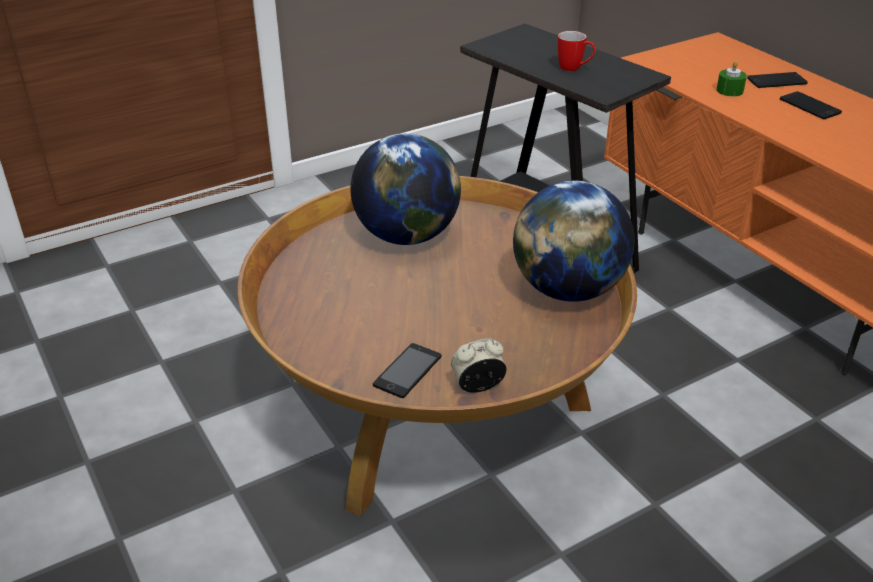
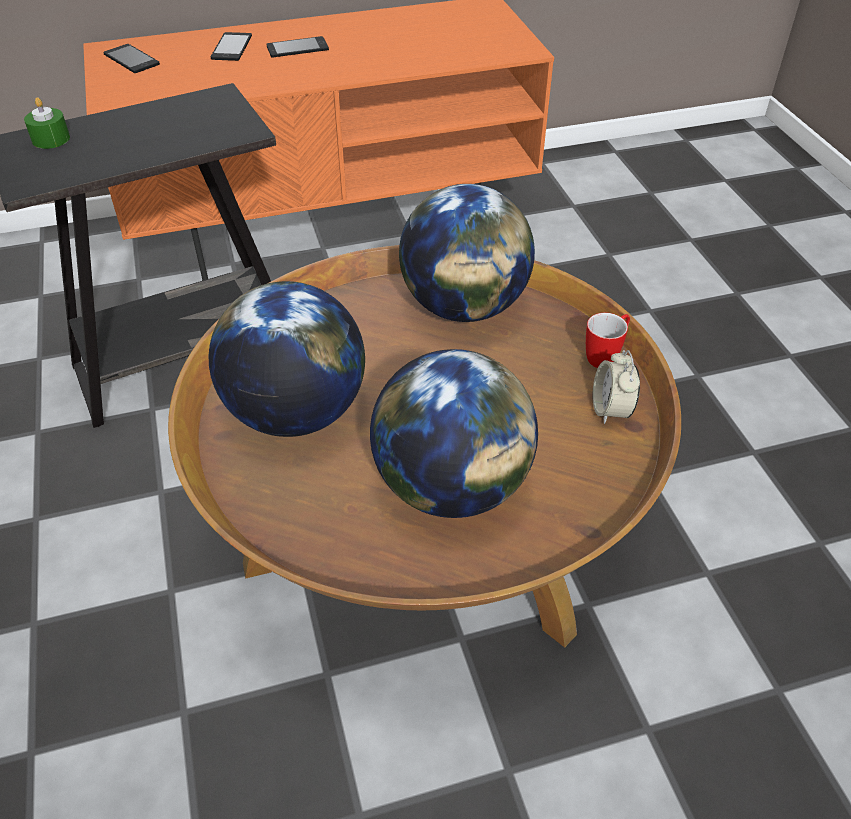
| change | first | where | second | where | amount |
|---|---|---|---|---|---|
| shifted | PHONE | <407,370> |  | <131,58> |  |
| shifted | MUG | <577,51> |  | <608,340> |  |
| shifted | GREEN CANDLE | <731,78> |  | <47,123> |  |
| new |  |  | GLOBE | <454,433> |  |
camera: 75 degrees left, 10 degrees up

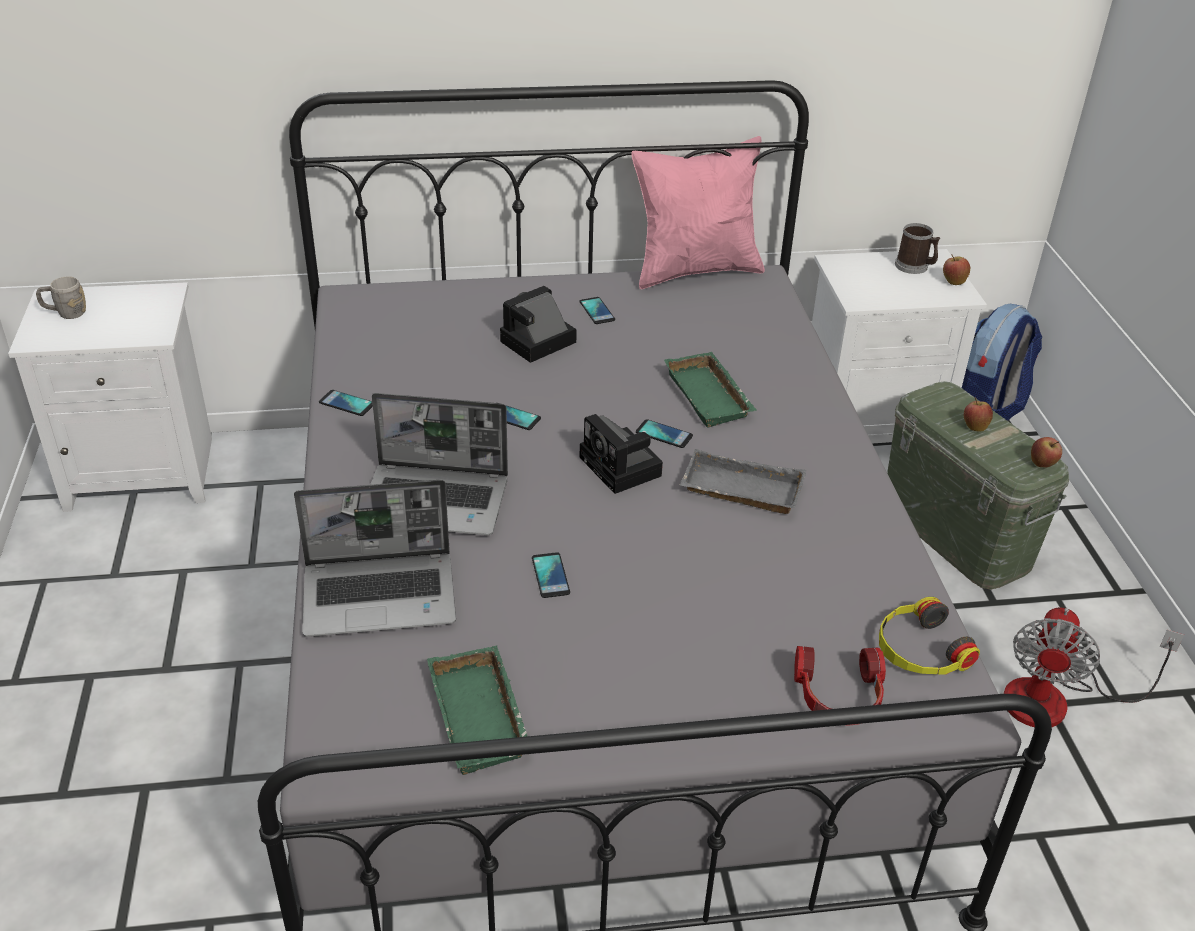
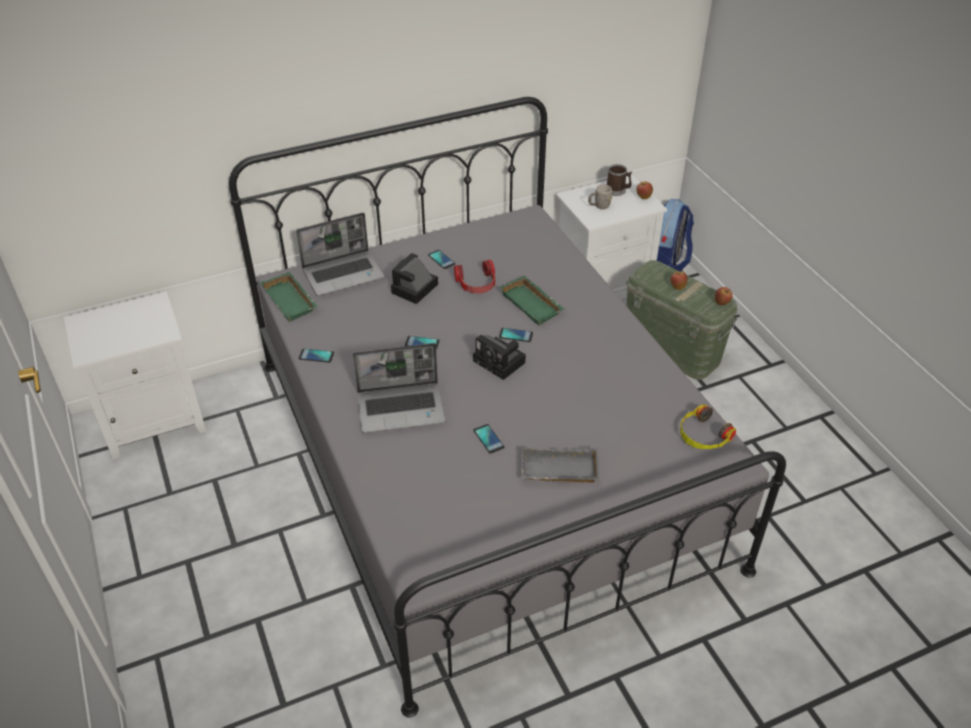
| change | first | where | second | where | amount |
|---|---|---|---|---|---|
| shifted | GREY MUG | <61,297> |  | <600,196> |  |
| shifted | LAPTOP | <375,558> |  | <340,254> |  |
| shifted | GREEN TRAY | <477,710> |  | <289,297> |  |
| gone | PINK PILLOW | <698,212> |  |  |  |
| shifted | GREY TRAY | <743,481> |  | <560,465> |  |
| shifted | HEADPHONES | <840,686> |  | <474,276> |  |
| gone | FAN | <1093,667> |  |  |  |
camera: 15 degrees left, 5 degrees up

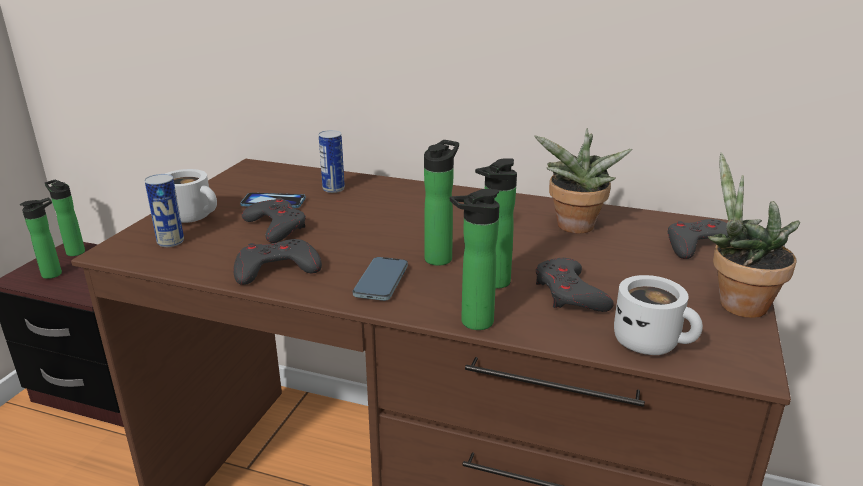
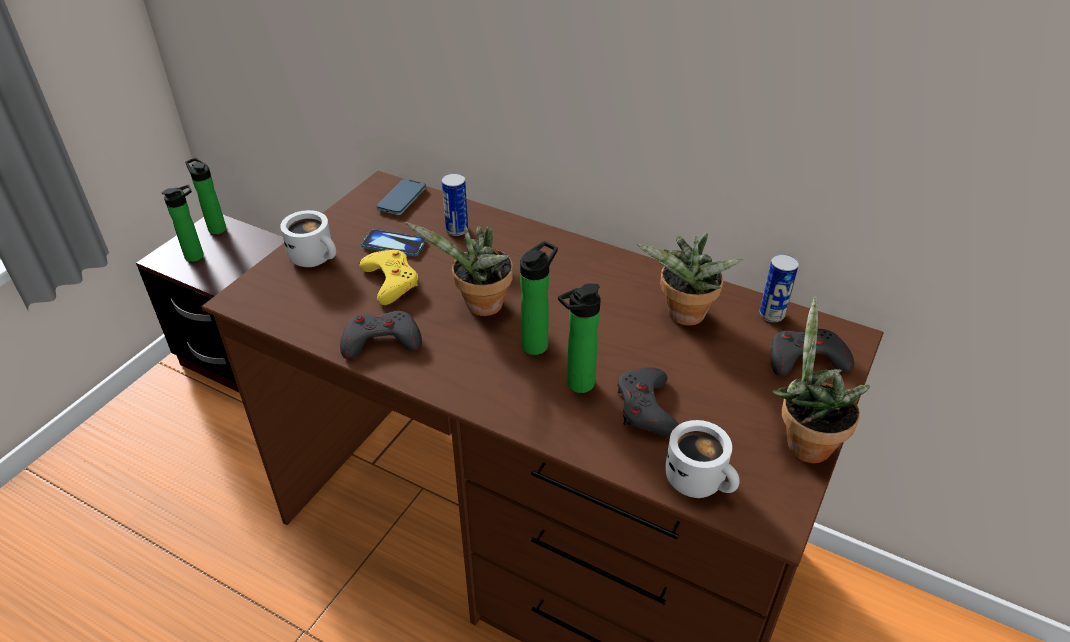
| change | first | where | second | where | amount |
|---|---|---|---|---|---|
| shifted | CAN | <164,210> |  | <779,288> |  |
| repainted | GREY GAME CONTROLLER | <274,220> | YELLOW GAME CONTROLLER | <388,277> |  |
| shifted | PHONE | <380,279> |  | <401,197> |  |
| gone | BOTTLE | <474,259> |  |  |  |
| new |  |  | POTTED PLANT | <459,269> |  |
camera: 10 degrees right, 15 degrees up

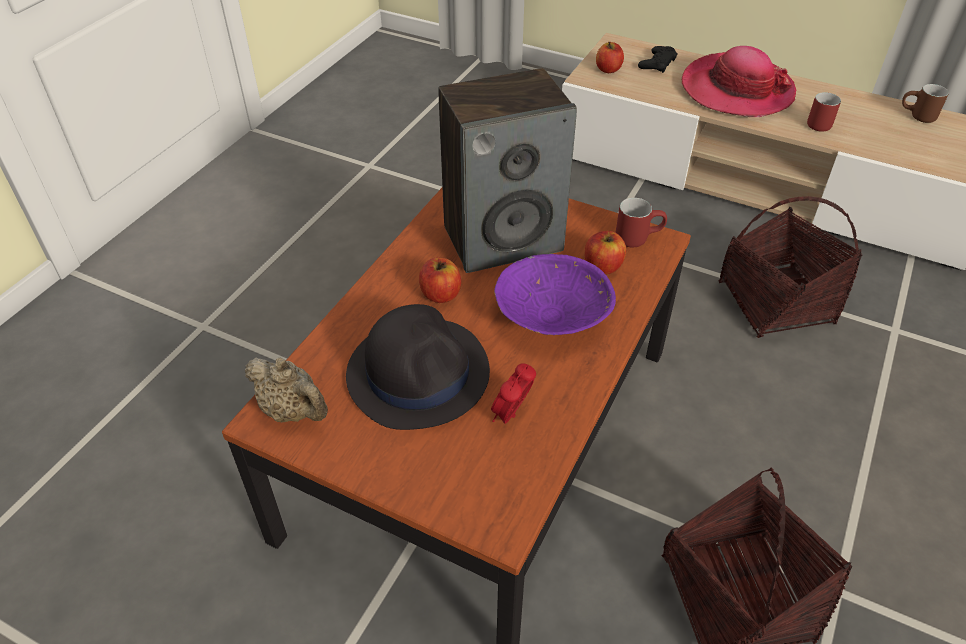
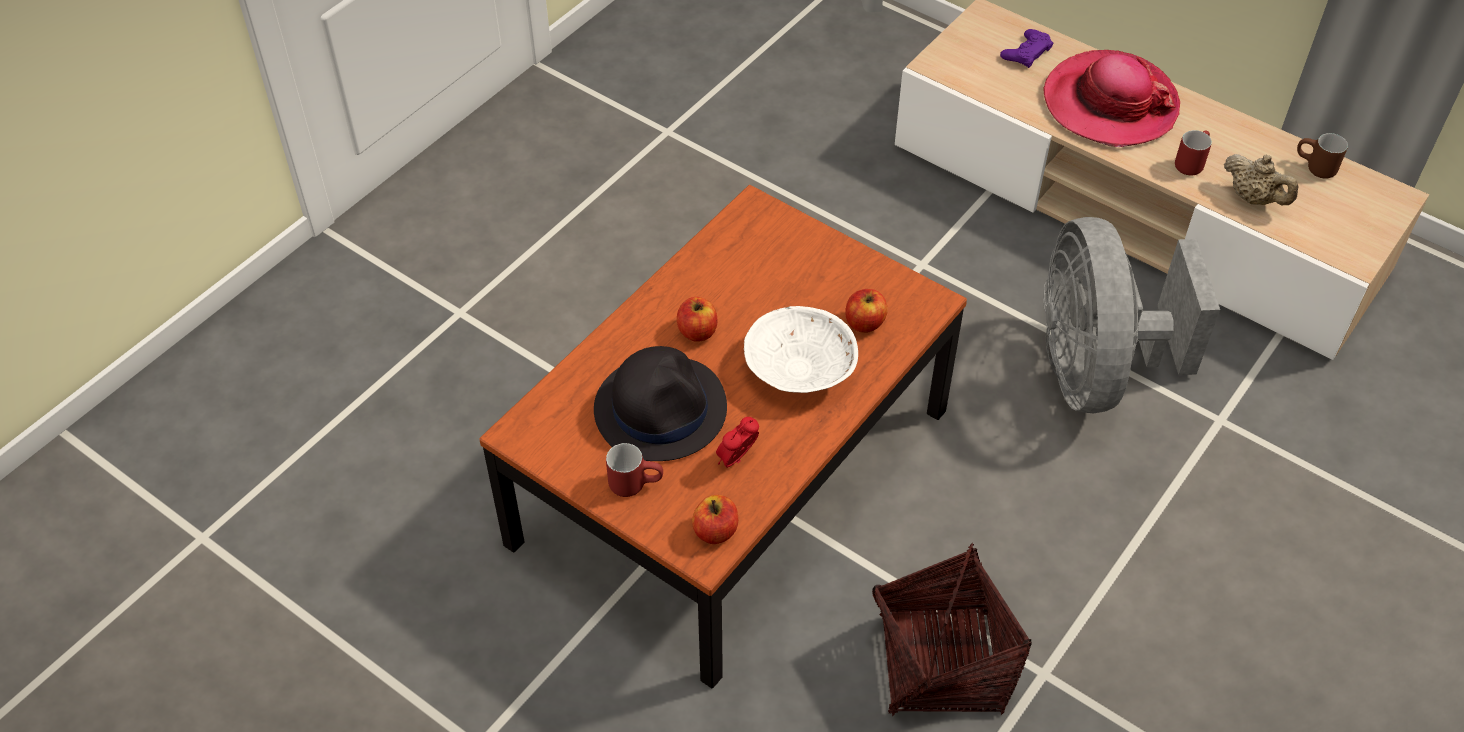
| change | first | where | second | where | amount |
|---|---|---|---|---|---|
| shifted | BEIGE TEAPOT | <286,389> |  | <1261,179> |  |
| gone | SPEAKER | <507,170> |  |  |  |
| repainted | PURPLE BOWL | <555,294> | WHITE BOWL | <801,349> |  |
| shifted | APPLE | <610,57> |  | <715,519> |  |
| shifted | RED MUG | <641,223> |  | <634,470> |  |
| repainted | BLACK GAME CONTROLLER | <658,59> | PURPLE GAME CONTROLLER | <1027,48> |  |
| swapped | BASKET | <791,267> | GREY FAN | <1131,315> |  |
camera: 10 degrees right, 5 degrees up

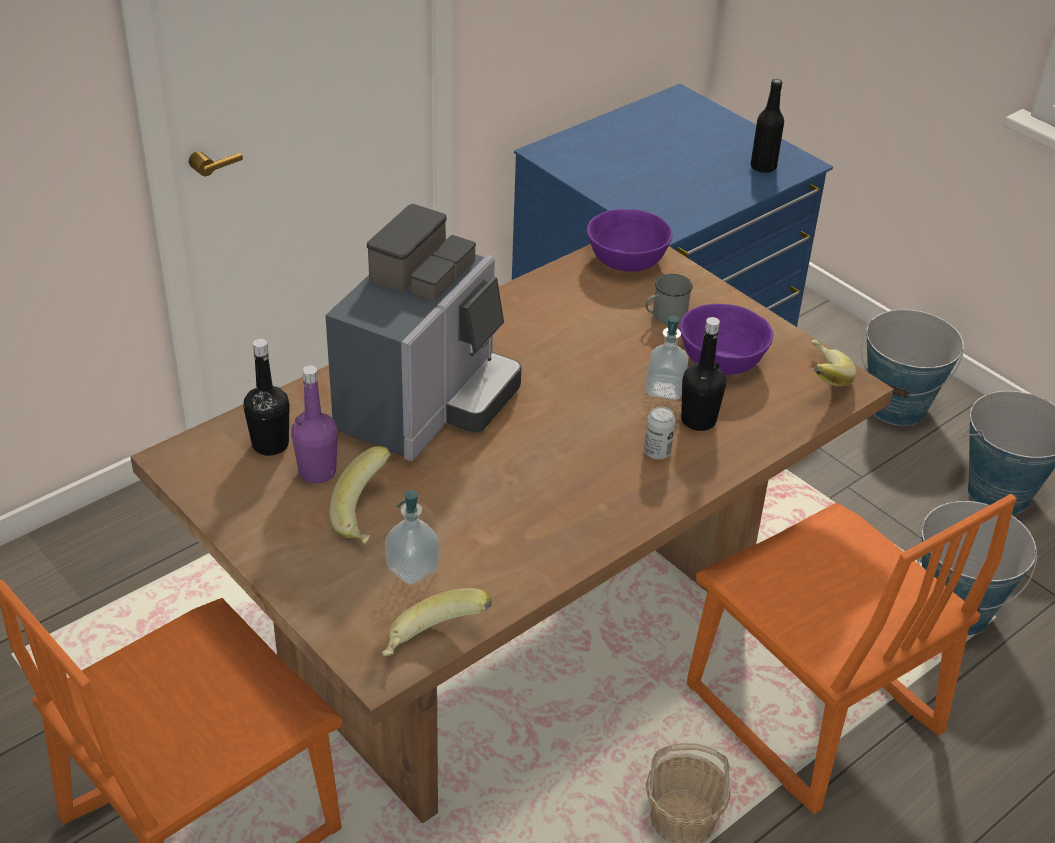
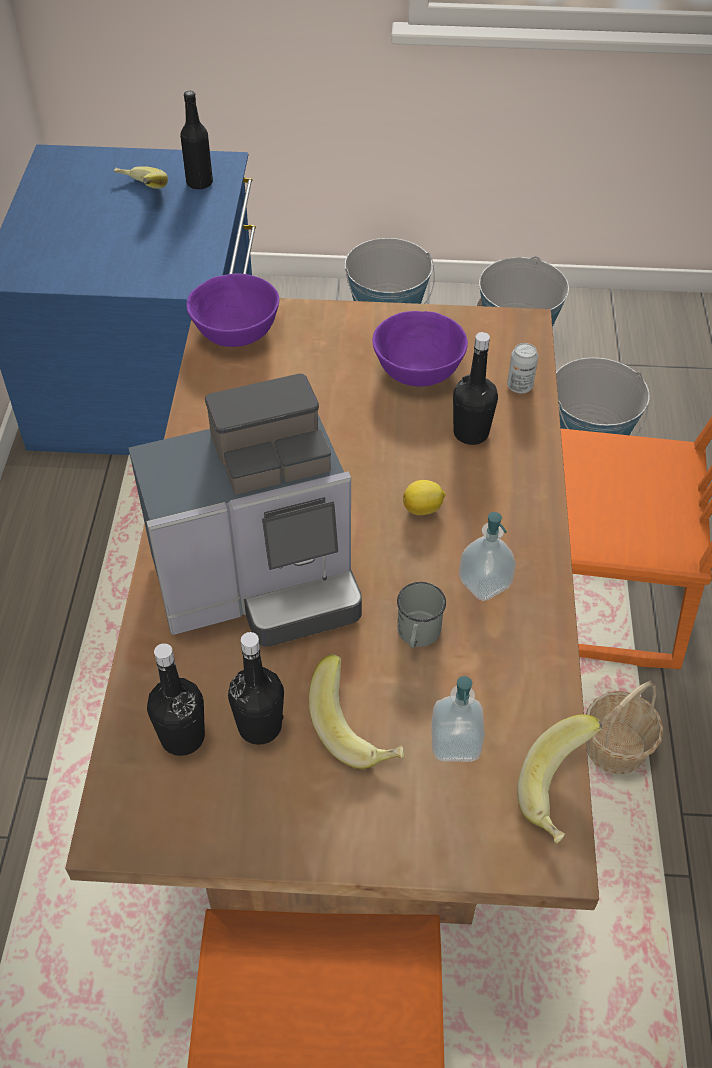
| change | first | where | second | where | amount |
|---|---|---|---|---|---|
| repainted | PURPLE BOTTLE | <314,424> | BLACK BOTTLE | <256,688> |  |
| rotated | COFFEE MACHINE | <423,332> |  | <245,510> | 90 degrees clockwise |
| shifted | CAN | <660,433> |  | <522,368> |  |
| shifted | GREY MUG | <669,299> |  | <421,615> |  |
| shifted | SOAP DISPENSER | <667,357> |  | <487,556> |  |
| shifted | BANANA | <833,362> |  | <141,177> |  |
| new |  |  | LEMON | <424,497> |  |
camera: 45 degrees left, 10 degrees up

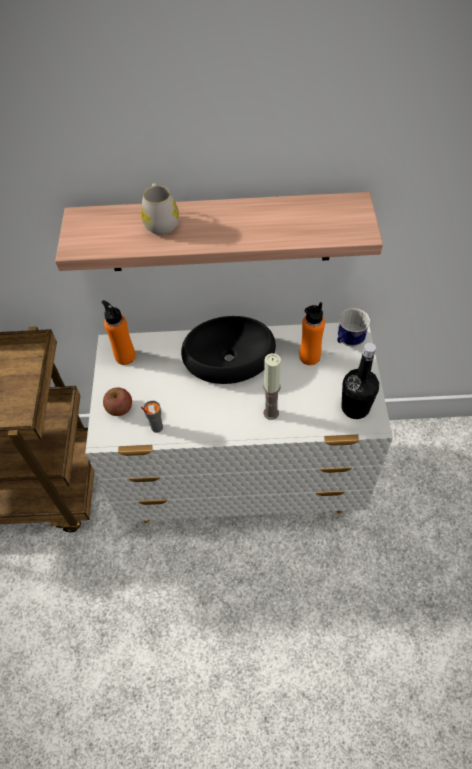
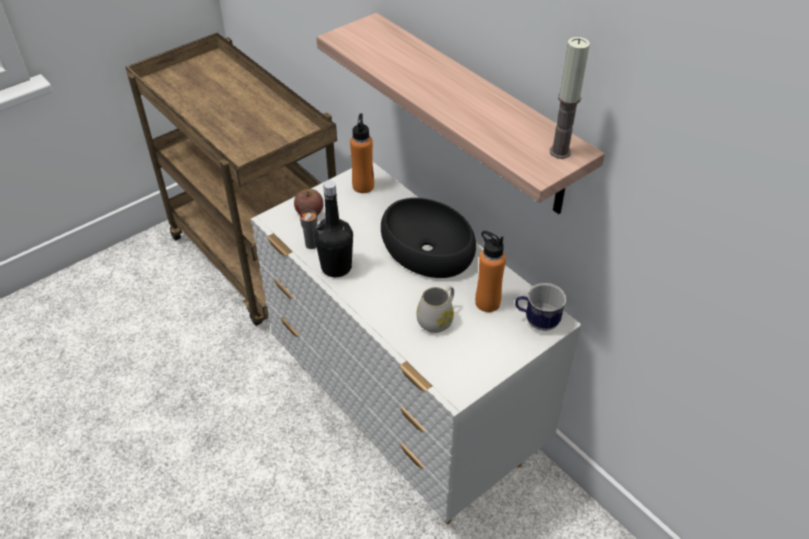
| change | first | where | second | where | amount |
|---|---|---|---|---|---|
| shifted | WHITE MUG | <160,209> |  | <435,309> |  |
| shifted | CANDLE | <272,386> |  | <570,98> |  |
| shifted | BLACK BOTTLE | <360,381> |  | <333,228> |  |
camera: 50 degrees right, 10 degrees down

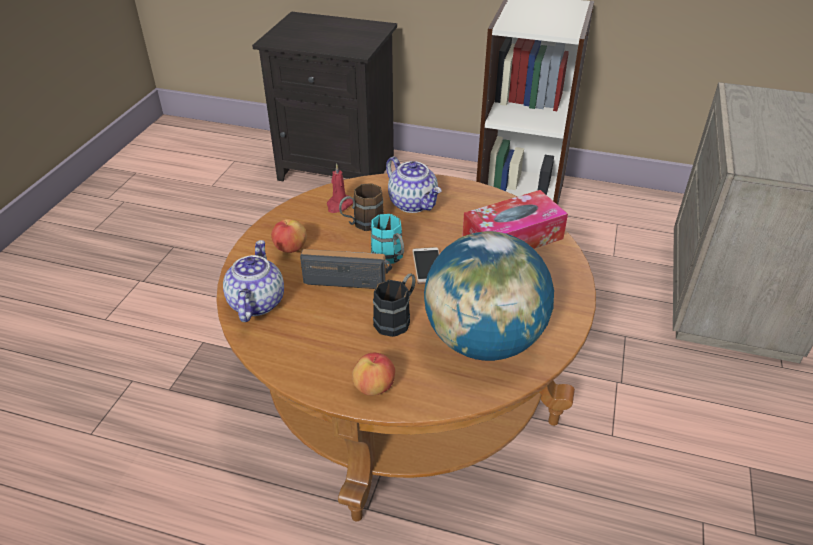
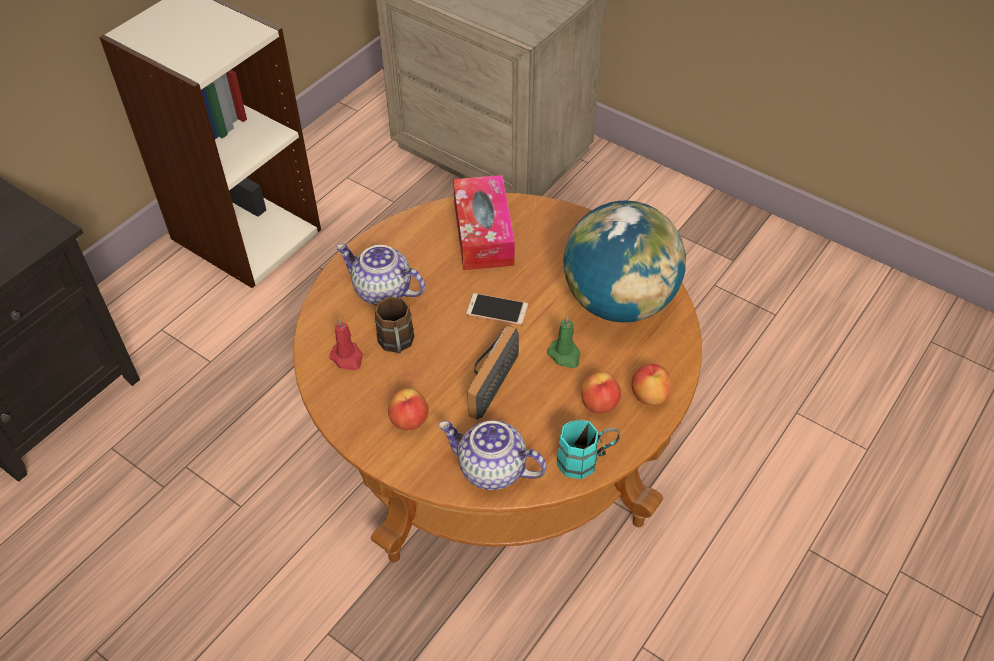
| change | first | where | second | where | amount |
|---|---|---|---|---|---|
| shifted | TURQUOISE MUG | <387,239> |  | <588,449> |  |
| swapped | BLACK MUG | <394,305> | GREEN CANDLE | <564,342> |  |
| rotated | TEAPOT | <413,185> |  | <380,274> | 135 degrees counterclockwise |
| new |  |  | APPLE | <601,392> |  |
camera: 70 degrees left, 10 degrees up

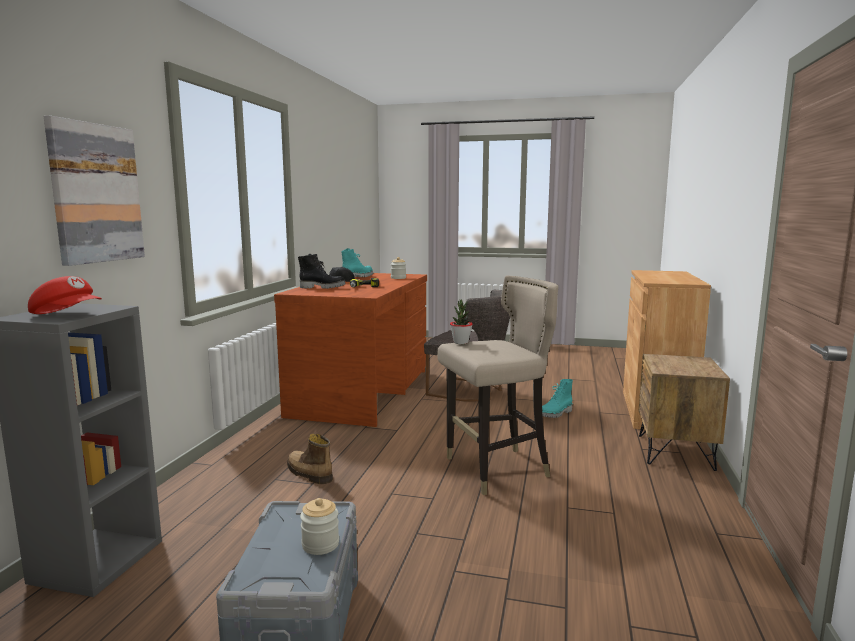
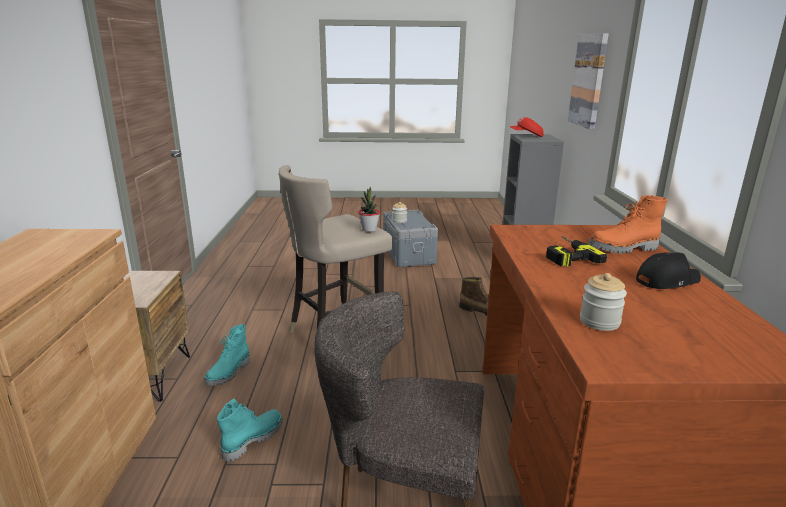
| change | first | where | second | where | amount |
|---|---|---|---|---|---|
| repainted | BLACK BOOT | <321,271> | ORANGE BOOT | <628,224> |  |
| shifted | TURQUOISE BOOT | <357,262> |  | <227,355> |  |
camera: 165 degrees right, 10 degrees up

